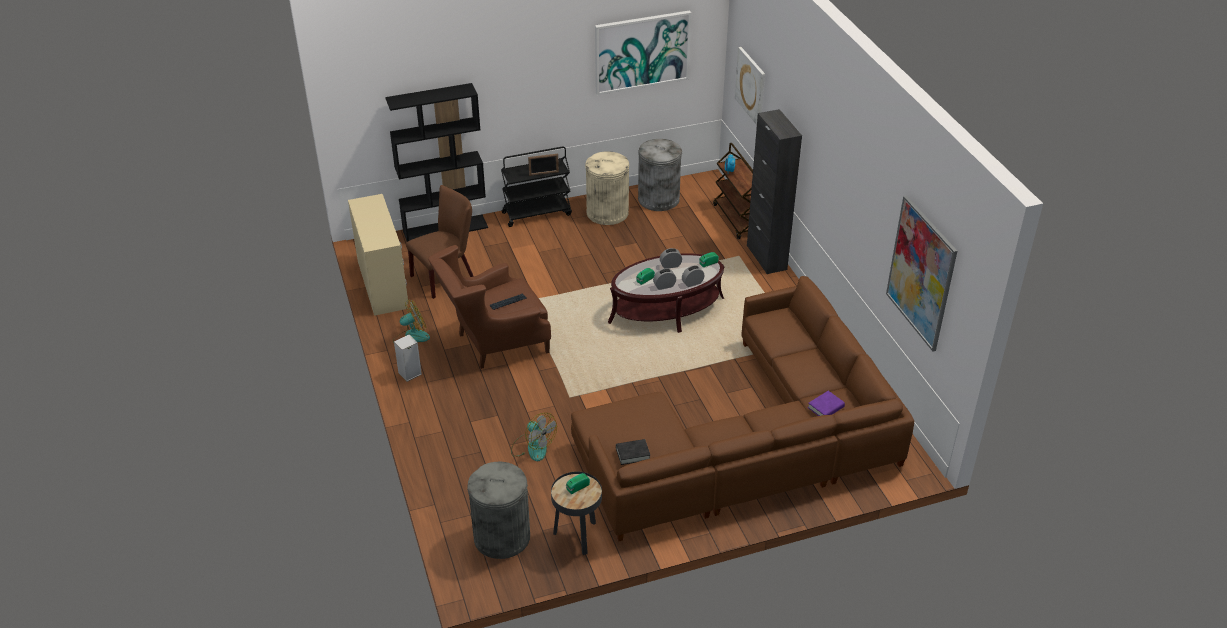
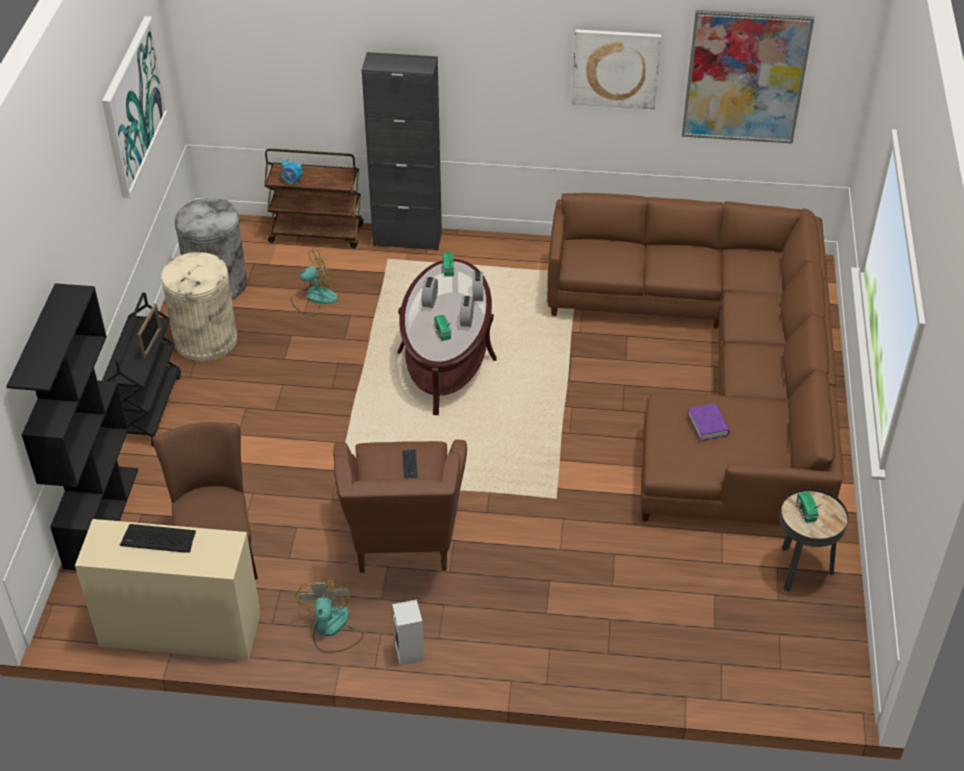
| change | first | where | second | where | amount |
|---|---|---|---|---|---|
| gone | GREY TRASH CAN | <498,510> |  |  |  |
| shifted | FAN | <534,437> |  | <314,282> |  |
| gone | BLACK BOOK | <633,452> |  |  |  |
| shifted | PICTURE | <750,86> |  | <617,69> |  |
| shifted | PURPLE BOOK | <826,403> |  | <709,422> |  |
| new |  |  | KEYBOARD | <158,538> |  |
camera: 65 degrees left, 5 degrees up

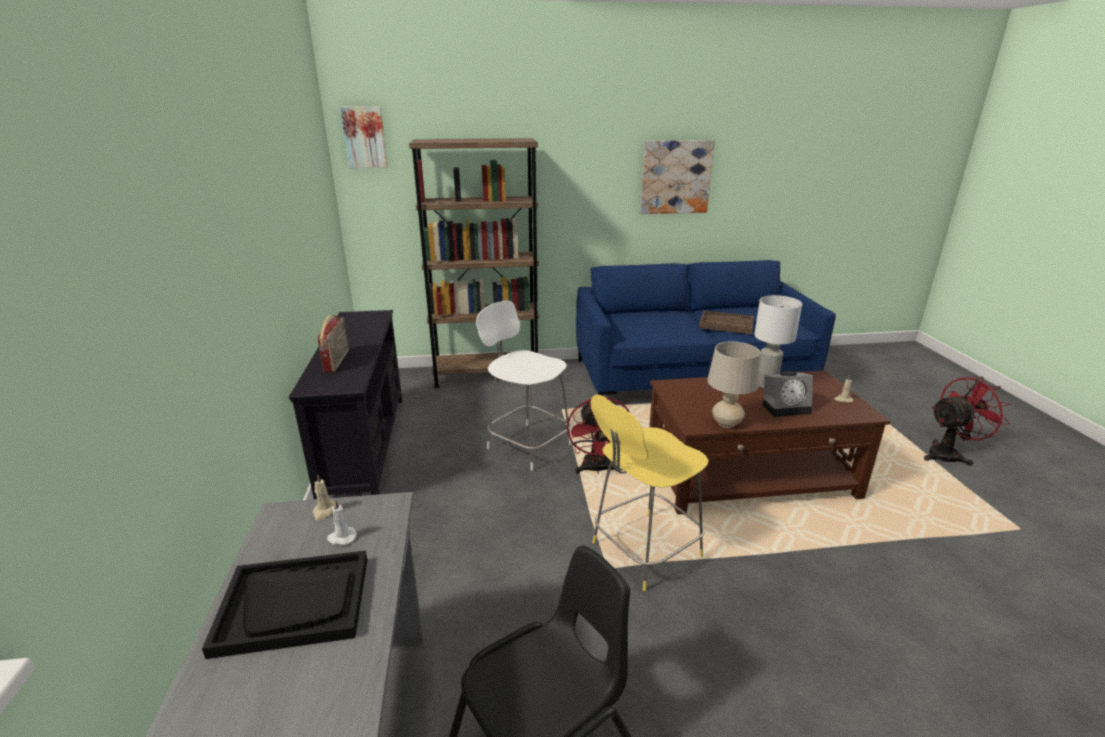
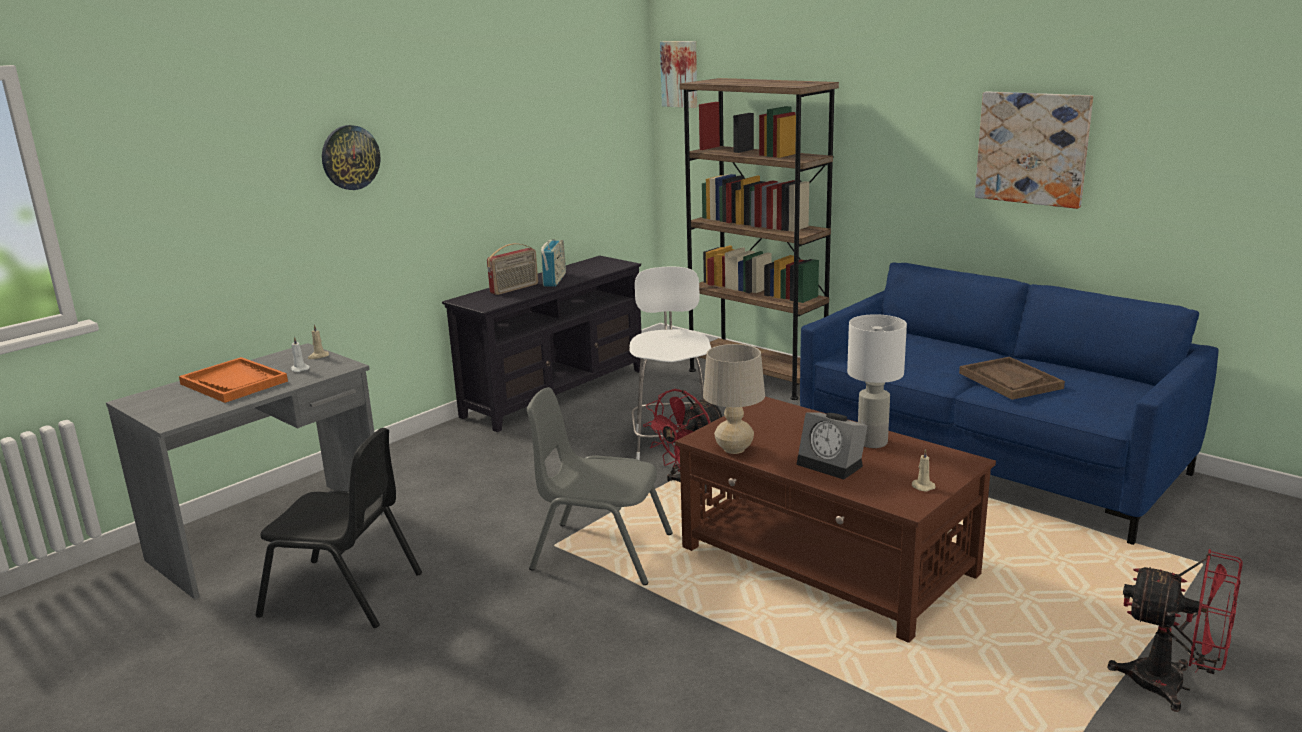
| change | first | where | second | where | amount |
|---|---|---|---|---|---|
| repainted | BLACK TRAY | <284,605> | ORANGE TRAY | <233,380> |  |
| swapped | YELLOW STOOL | <650,493> | GREY CHAIR | <600,486> |  |
| new |  |  | WALL CLOCK | <351,157> |  |
| new |  |  | RADIO | <553,263> |  |
camera: 50 degrees right, 5 degrees down

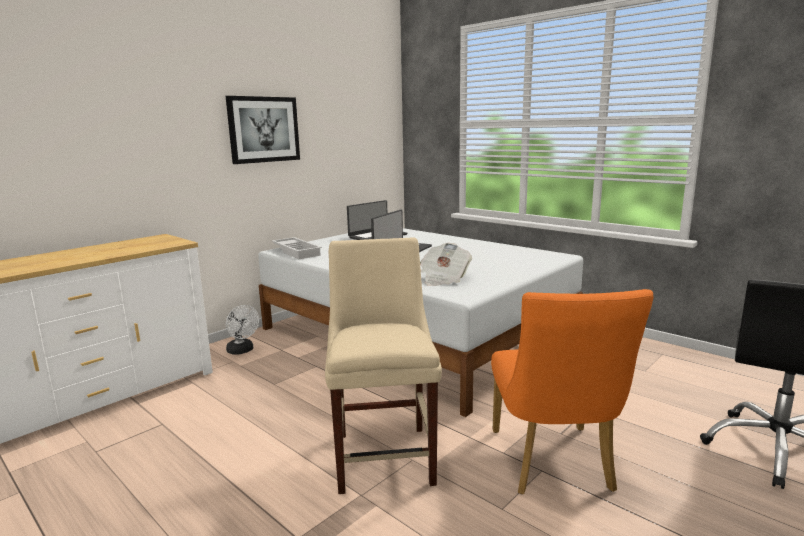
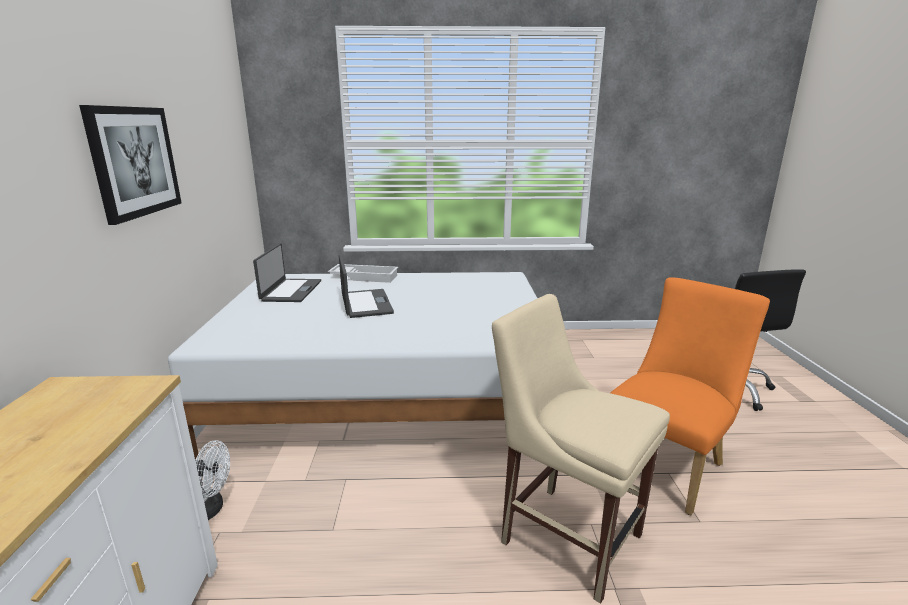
| change | first | where | second | where | amount |
|---|---|---|---|---|---|
| shifted | WHITE TRAY | <297,248> |  | <363,273> |  |
| gone | NEWSPAPER | <446,264> |  |  |  |
| rotated | ORANGE CHAIR | <572,391> |  | <690,397> | 90 degrees counterclockwise |
camera: 45 degrees left, 5 degrees up

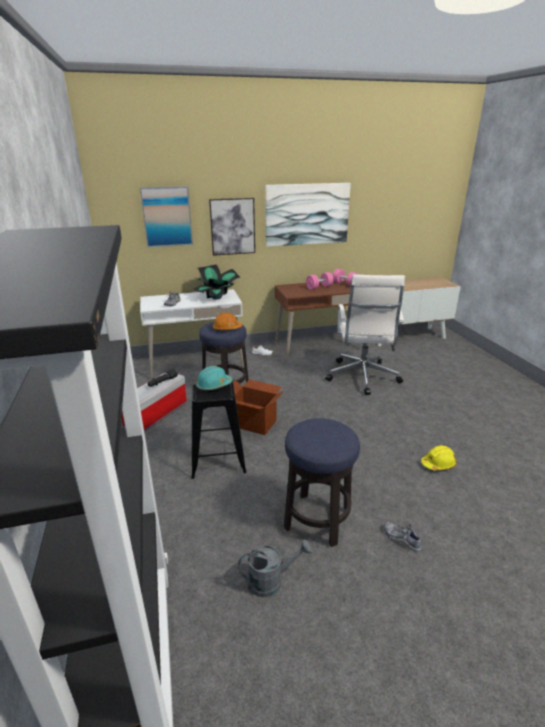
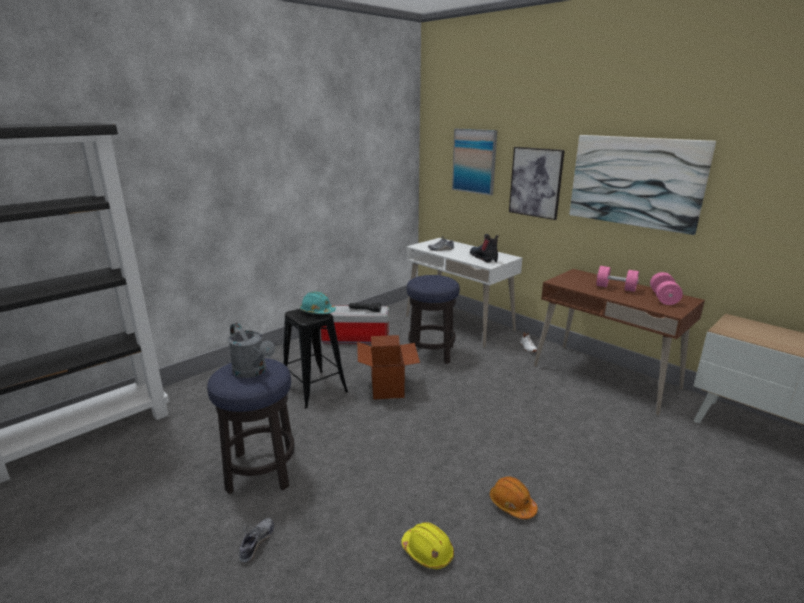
| change | first | where | second | where | amount |
|---|---|---|---|---|---|
| swapped | POTTED PLANT | <217,282> | BOOT | <484,248> |  |
| shifted | ORANGE HARD HAT | <227,322> |  | <514,497> |  |
| shifted | GREY WATERING CAN | <275,568> |  | <251,350> |  |
| gone | WHITE OFFICE CHAIR | <365,334> |  |  |  |
camera: 60 degrees right, 5 degrees down

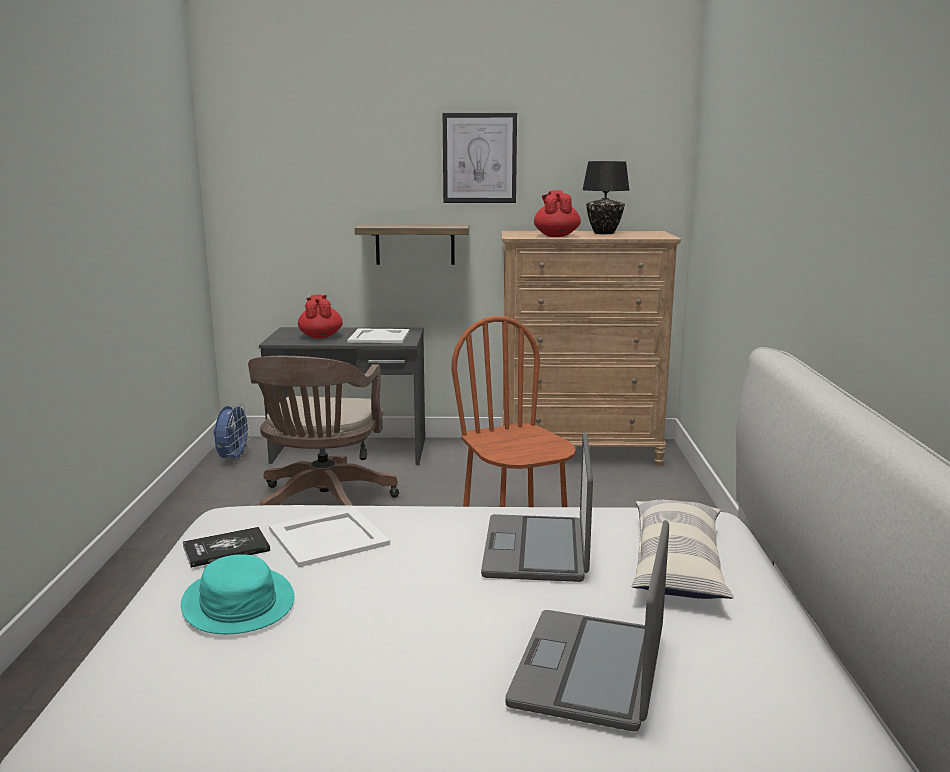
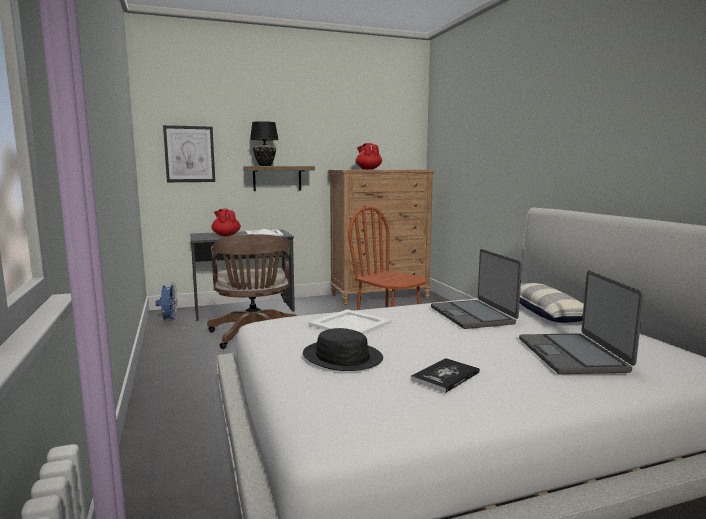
| change | first | where | second | where | amount |
|---|---|---|---|---|---|
| repainted | TURQUOISE HAT | <237,594> | BLACK HAT | <343,349> |  |
| shifted | BOOK | <226,547> |  | <445,375> |  |
| shifted | PICTURE | <480,158> |  | <189,153> |  |
| shifted | BLACK TABLE LAMP | <605,197> |  | <264,143> |  |
camera: 20 degrees left, 5 degrees down

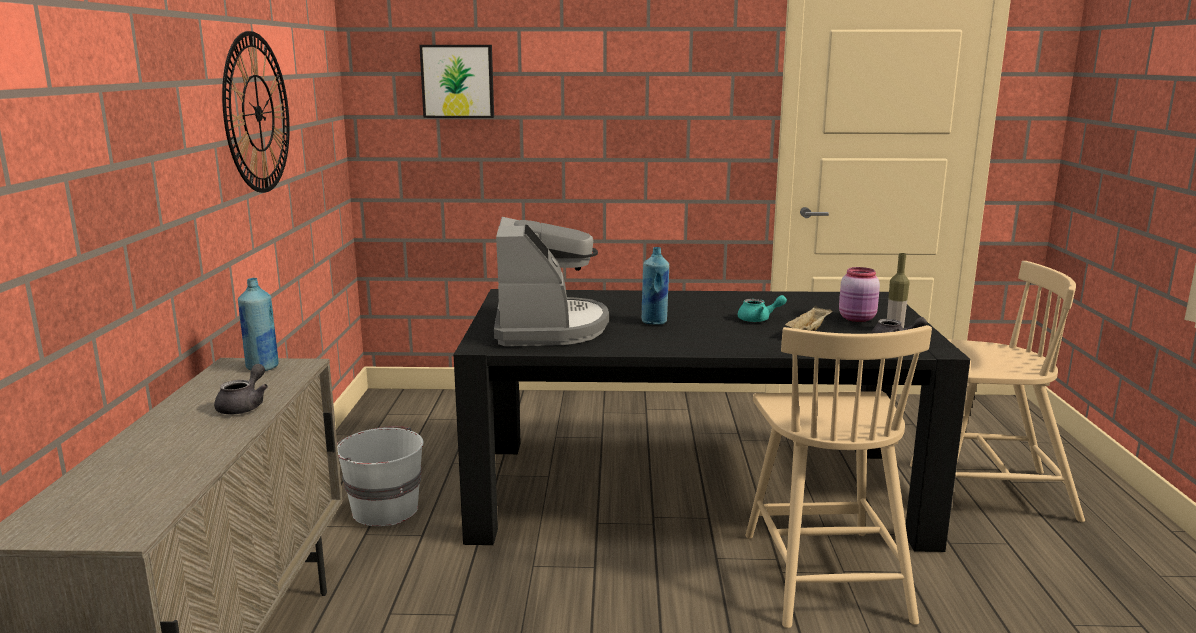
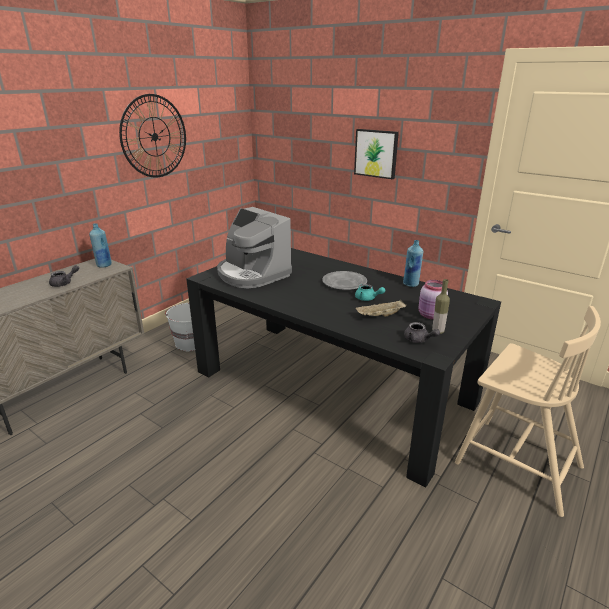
| change | first | where | second | where | amount |
|---|---|---|---|---|---|
| shifted | PICTURE | <456,81> |  | <376,154> |  |
| rotated | COFFEE MACHINE | <551,281> |  | <254,247> | 105 degrees clockwise |
| shifted | BLUE BOTTLE | <655,286> |  | <413,263> |  |
| gone | BEIGE CHAIR | <838,476> |  |  |  |
| new |  |  | GREY PLATE | <344,280> |  |
camera: 35 degrees right, 10 degrees up

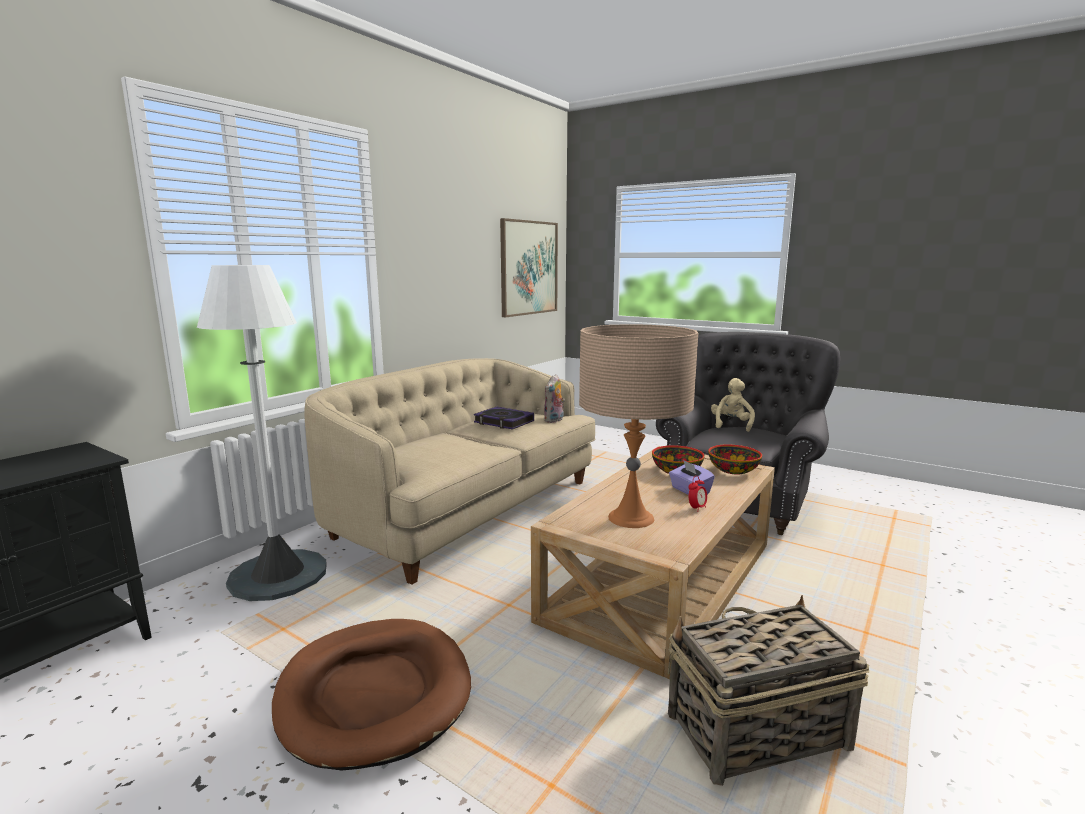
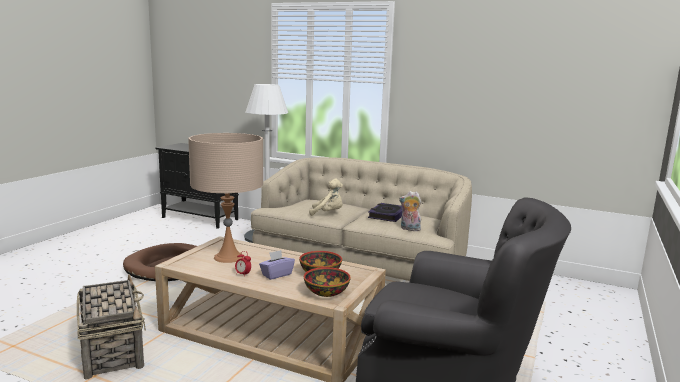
| change | first | where | second | where | amount |
|---|---|---|---|---|---|
| gone | PICTURE | <529,267> |  |  |  |
| shifted | BEIGE PLUSH TOY | <733,405> |  | <326,197> |  |
camera: 80 degrees right, 0 degrees up

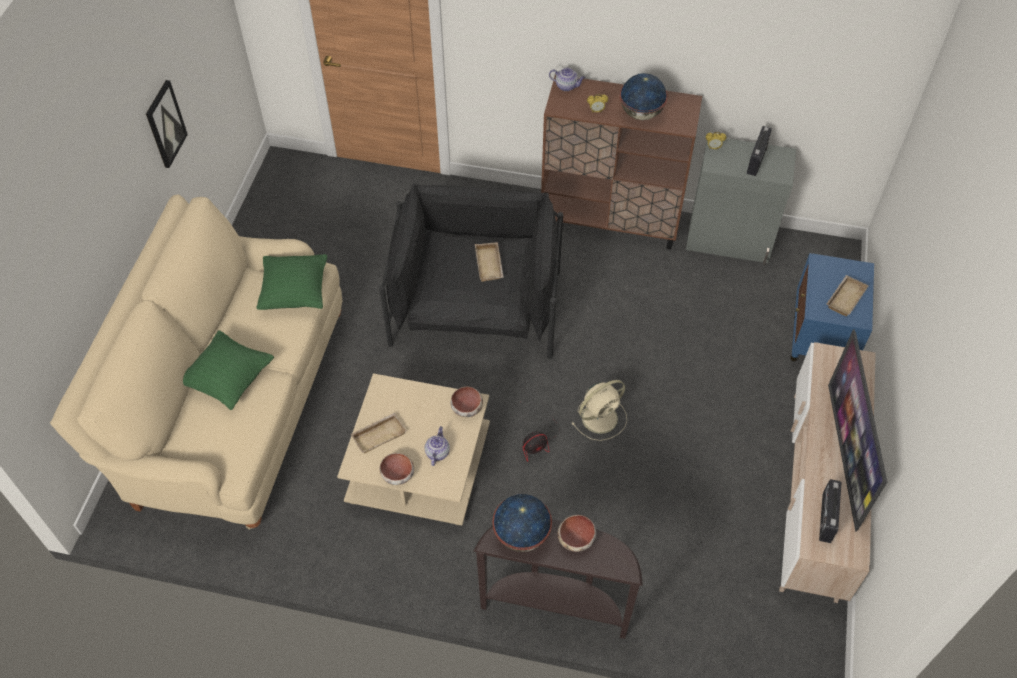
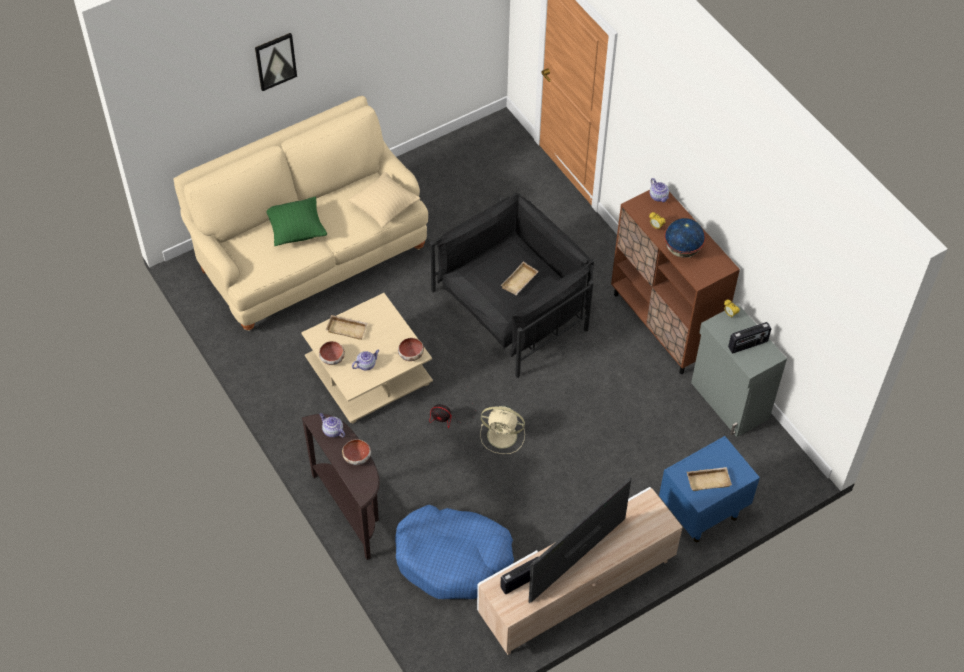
| change | first | where | second | where | amount |
|---|---|---|---|---|---|
| shifted | PICTURE | <167,124> |  | <276,62> |  |
| repainted | GREEN PILLOW | <292,282> | BEIGE PILLOW | <384,200> |  |
| swapped | GLOBE | <522,523> | TEAPOT | <332,425> |  |
| new |  |  | BLUE DOG BED | <454,552> |  |
camera: 45 degrees right, 0 degrees up

